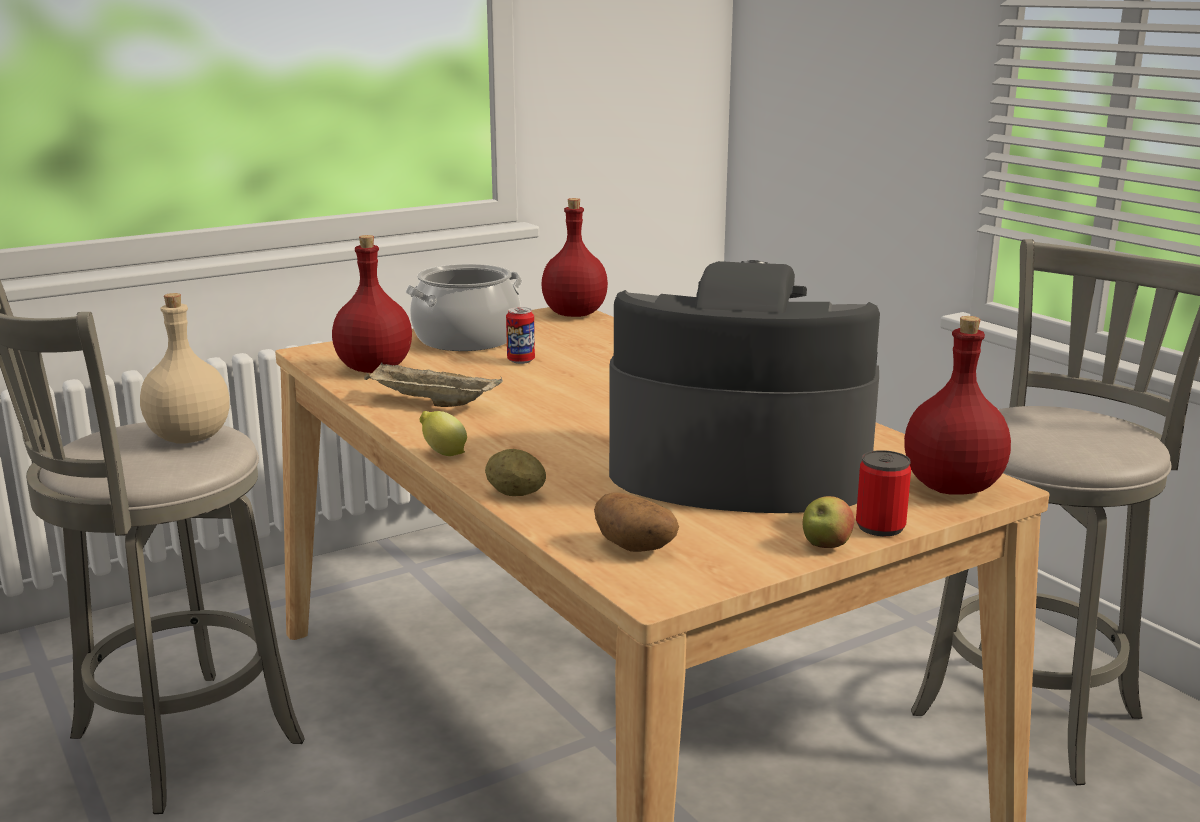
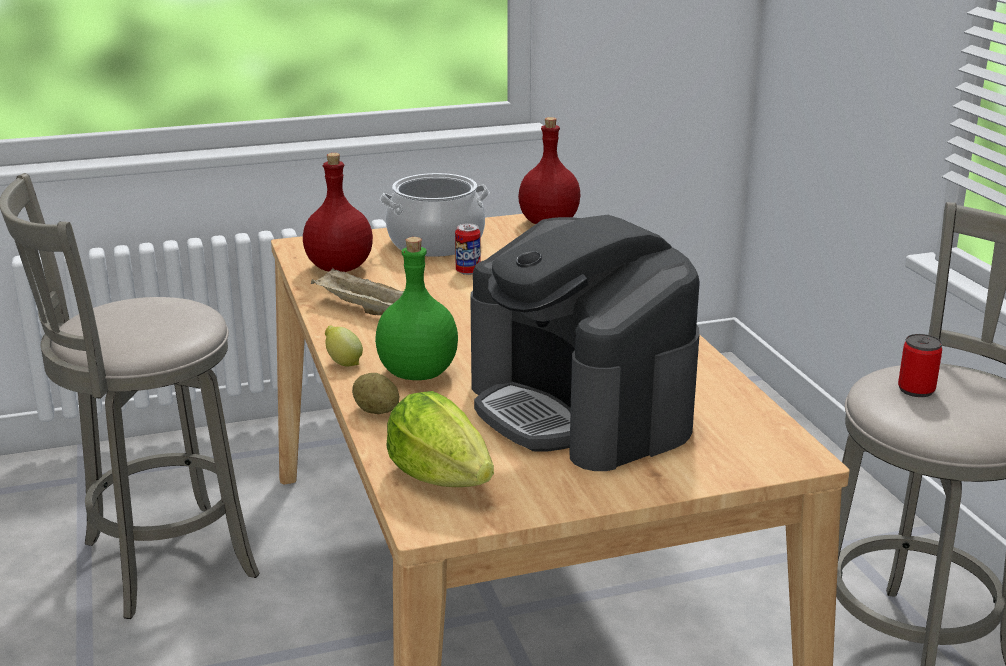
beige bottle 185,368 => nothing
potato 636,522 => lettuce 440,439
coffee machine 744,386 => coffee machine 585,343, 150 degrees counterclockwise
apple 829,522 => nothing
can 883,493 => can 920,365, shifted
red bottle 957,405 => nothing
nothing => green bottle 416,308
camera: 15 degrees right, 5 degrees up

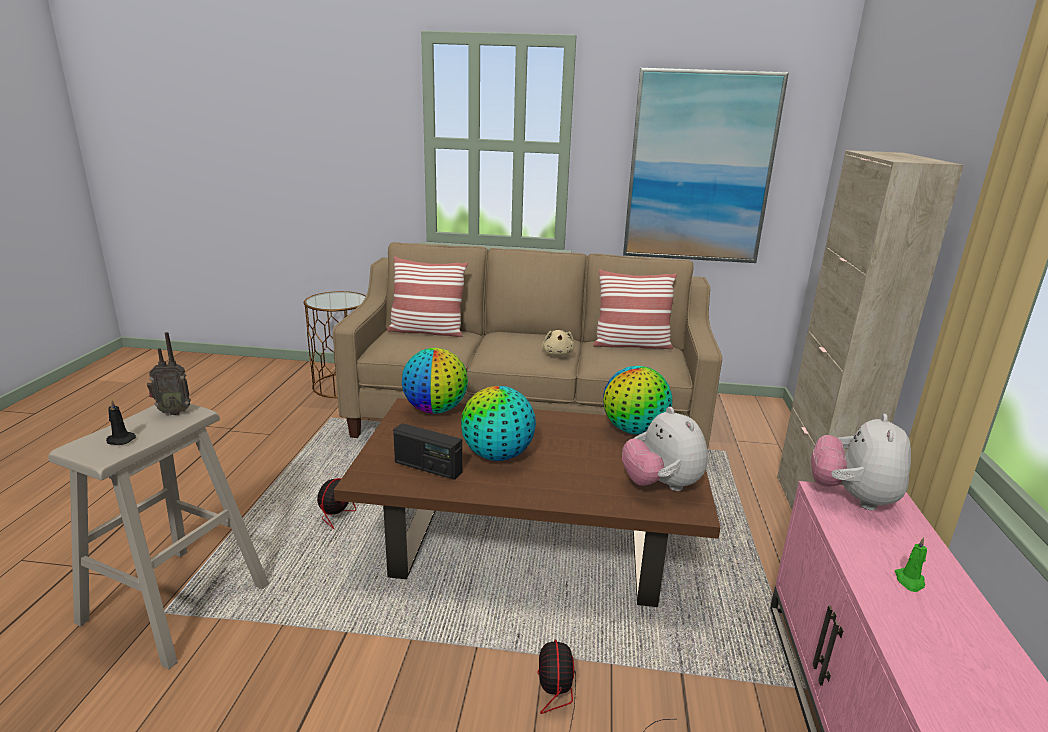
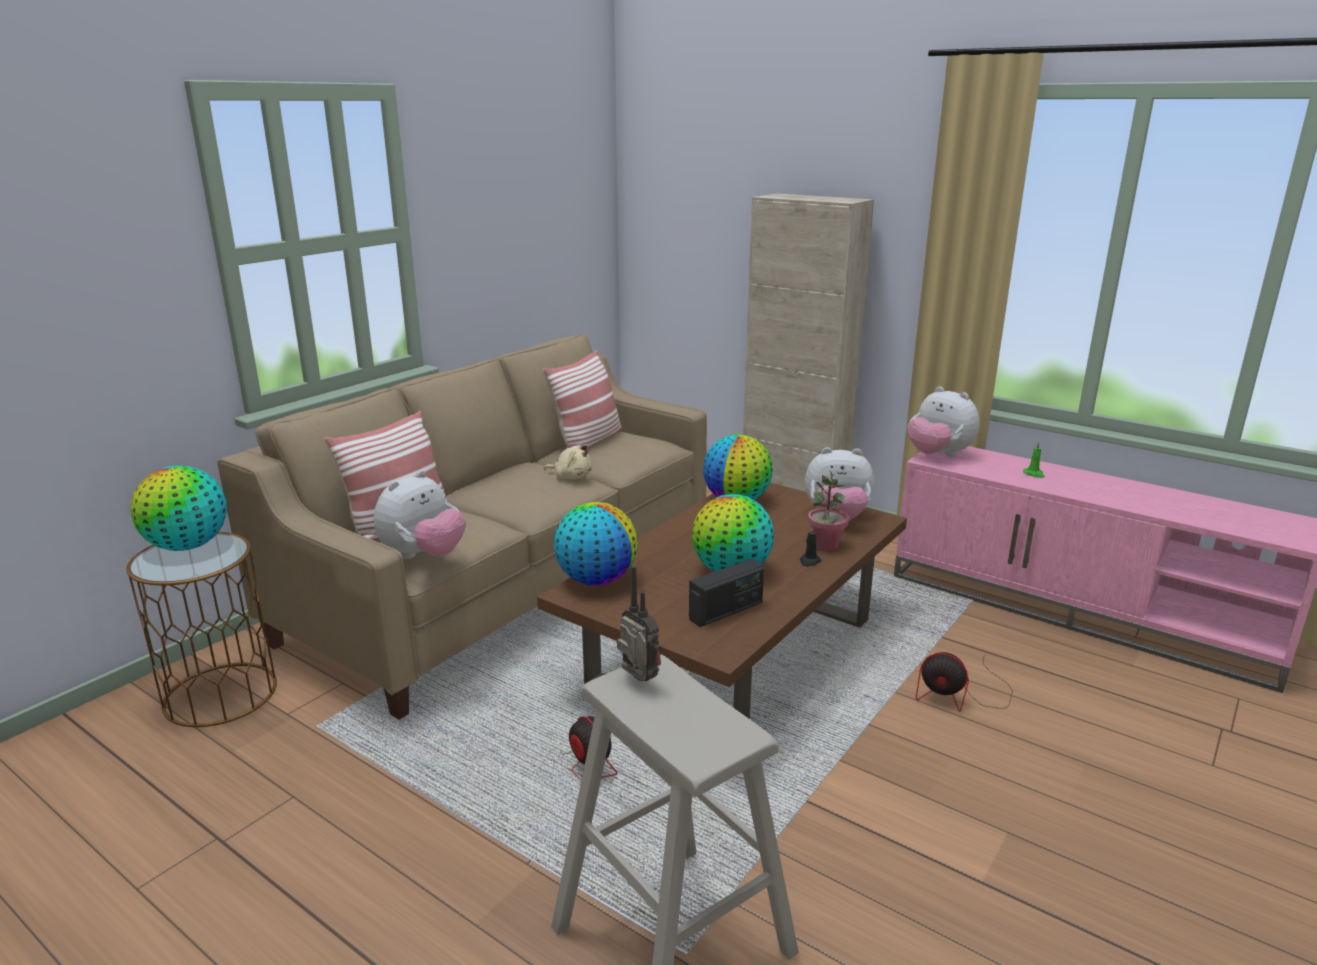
black candle 121,422 => black candle 811,546, shifted
radio 169,373 => radio 639,623, 60 degrees counterclockwise
picture 706,165 => nothing
nothing => globe 179,508
nothing => plush toy 420,514
nothing => potted plant 828,510
camera: 60 degrees left, 0 degrees up

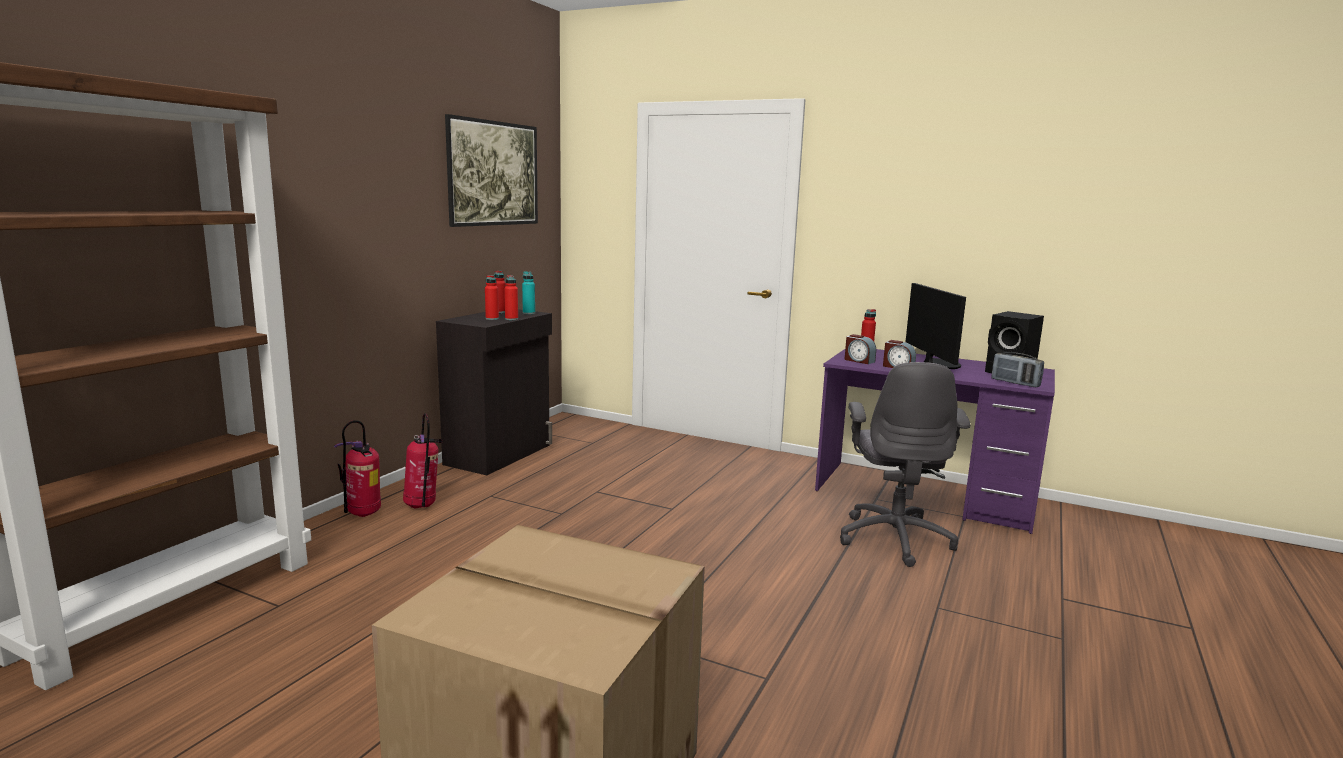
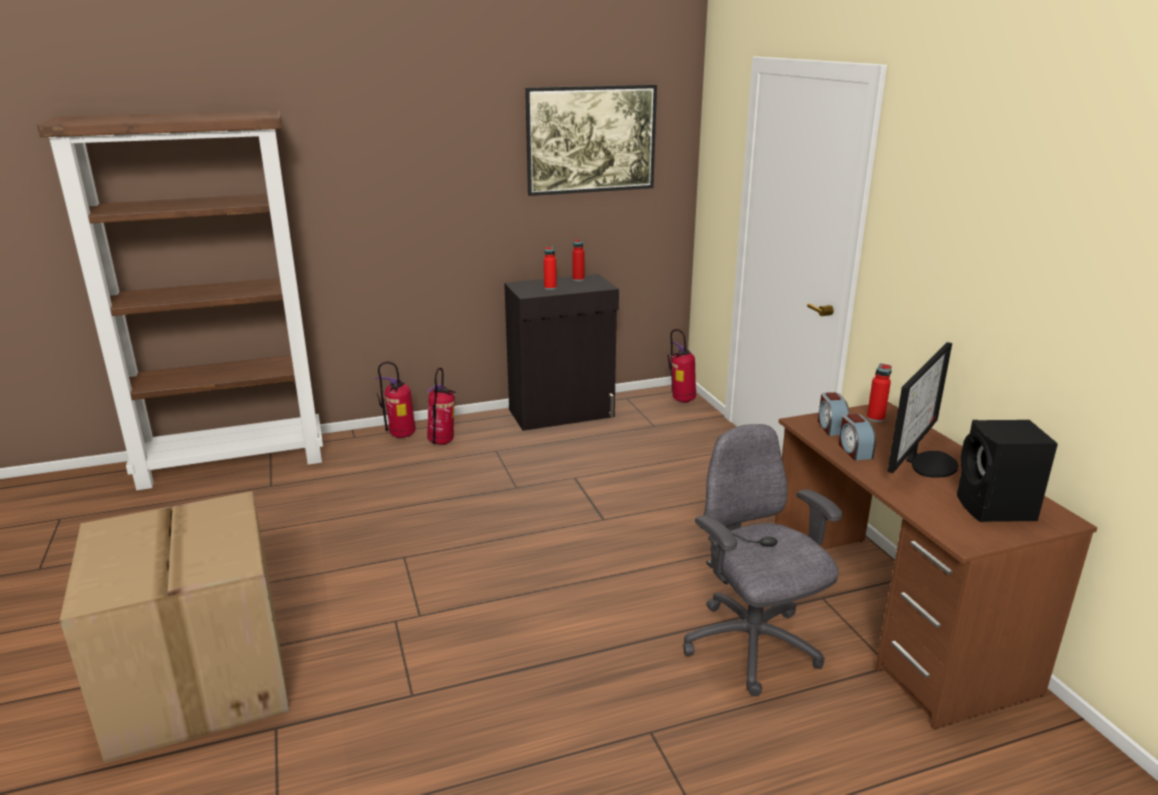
red bottle 511,297 => nothing
turquoise bottle 528,292 => nothing
purple desk 935,441 => brown desk 936,565
grey office chair 905,464 => grey office chair 762,560, 105 degrees clockwise
radio 1018,369 => nothing
nothing => fire extinguisher 681,366
camera: 45 degrees right, 10 degrees up

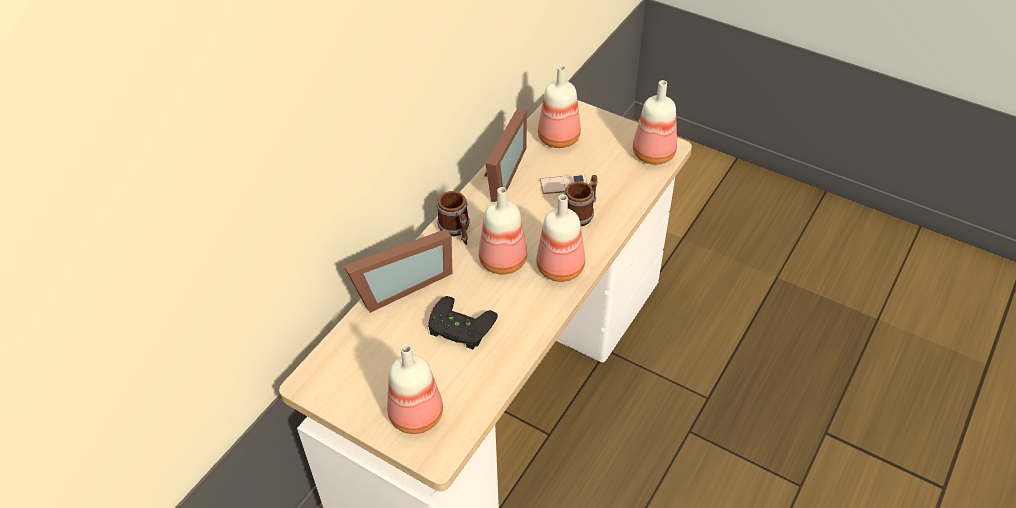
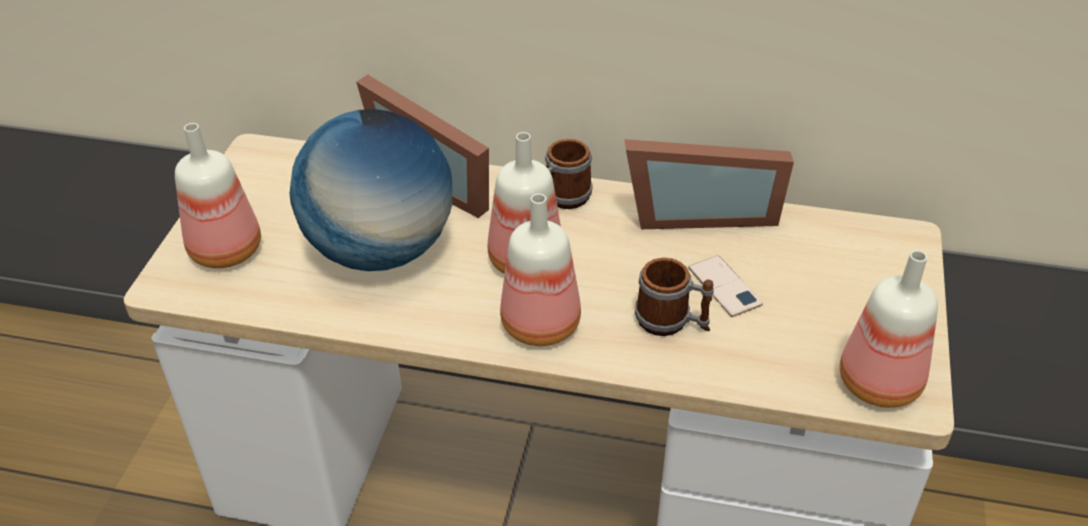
black game controller 463,322 => globe 371,190
bottle 559,106 => nothing
camera: 70 degrees right, 5 degrees down

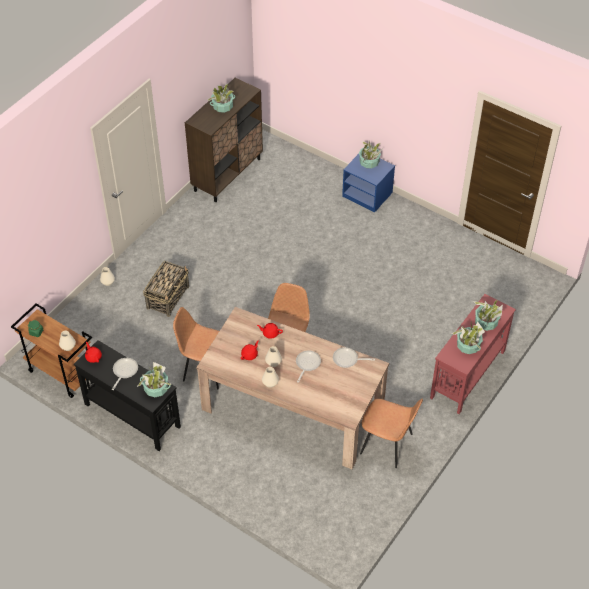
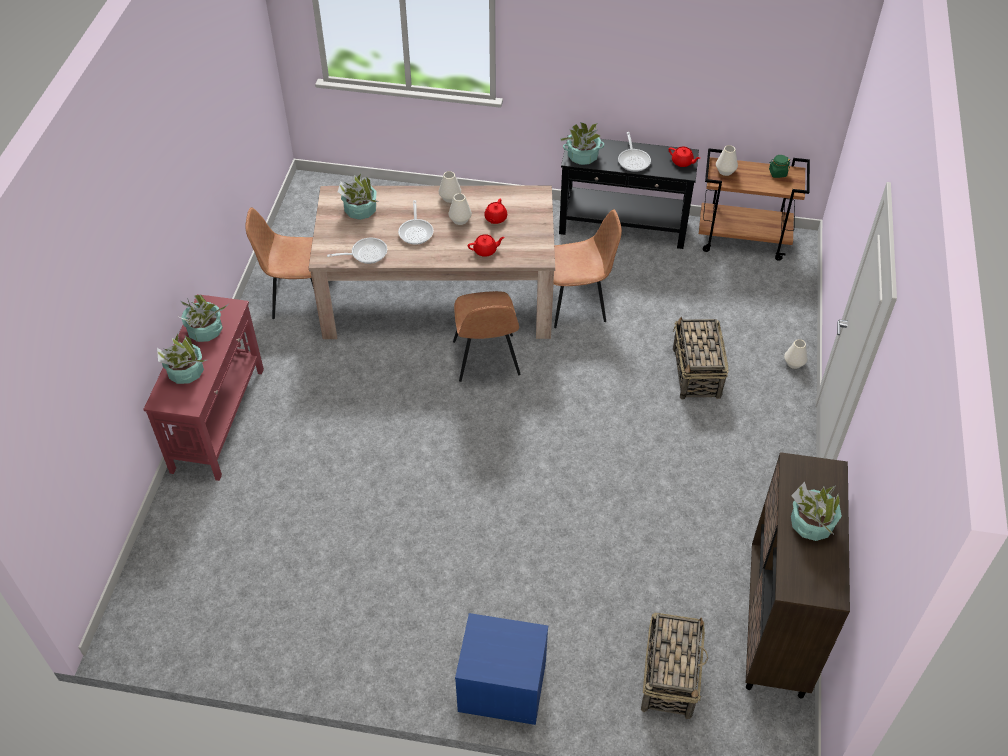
potted plant 370,154 => potted plant 358,197, shifted
nothing => basket 674,666
camera: 155 degrees right, 0 degrees up

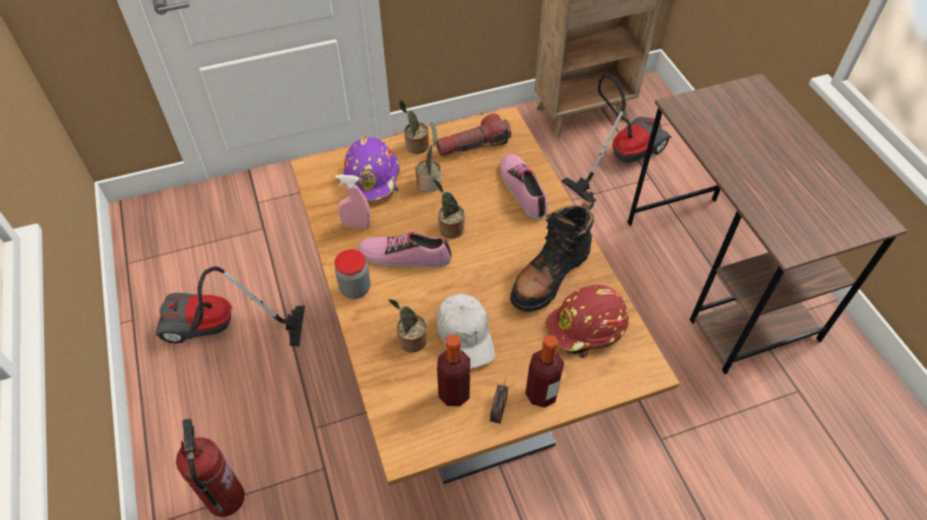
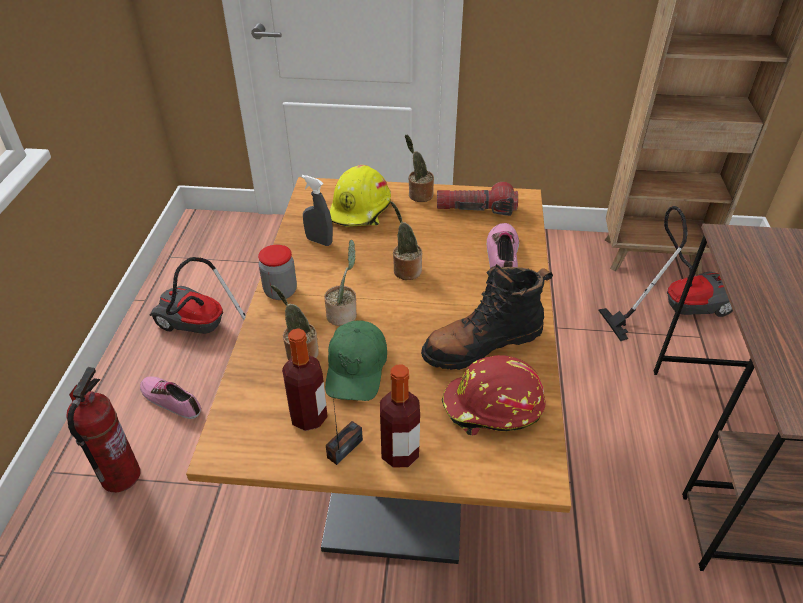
pink spray bottle 353,201 => grey spray bottle 317,210
purple hard hat 372,170 => yellow hard hat 360,196
shoe 405,249 => shoe 170,397, shifted
potted plant 428,156 => potted plant 340,283, shifted
white cap 466,331 => green cap 356,360
camera: 25 degrees right, 10 degrees down

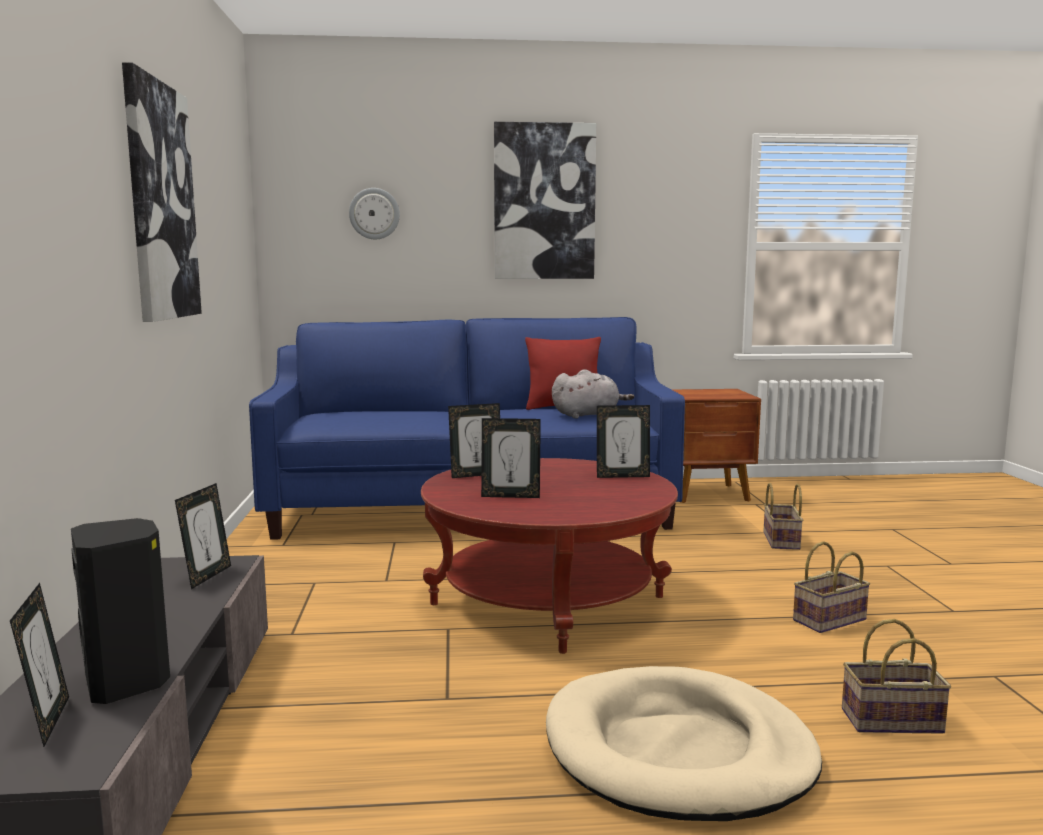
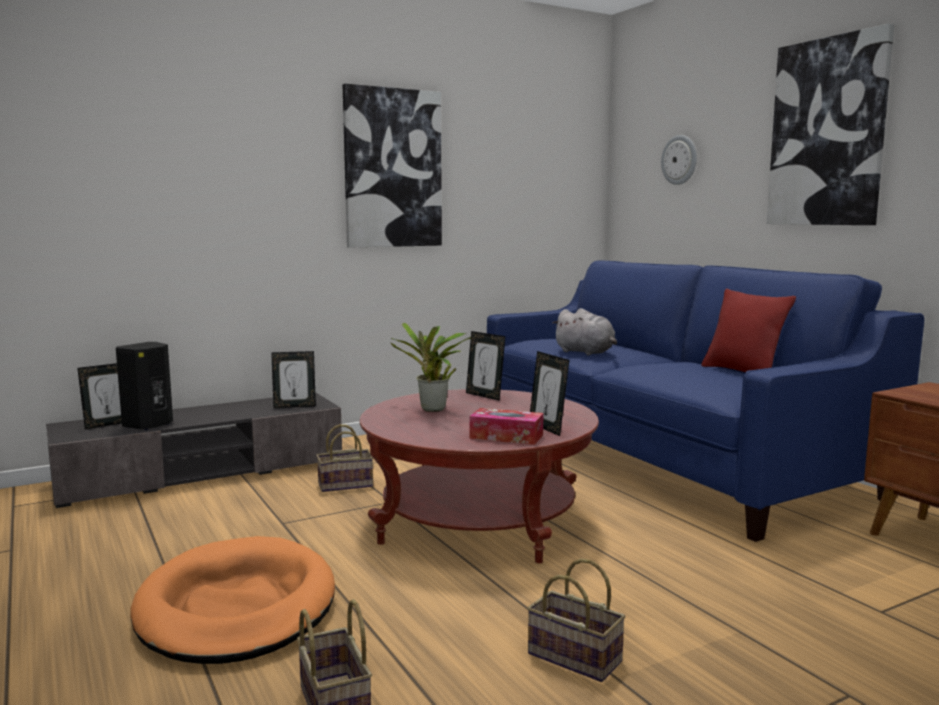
picture frame 511,458 => potted plant 431,367
beige dog bed 684,743 => orange dog bed 232,600
grey plush toy 593,394 => grey plush toy 584,331, shifted
basket 783,516 => basket 344,458, shifted
nothing => tissue box 506,426
camera: 65 degrees right, 0 degrees up

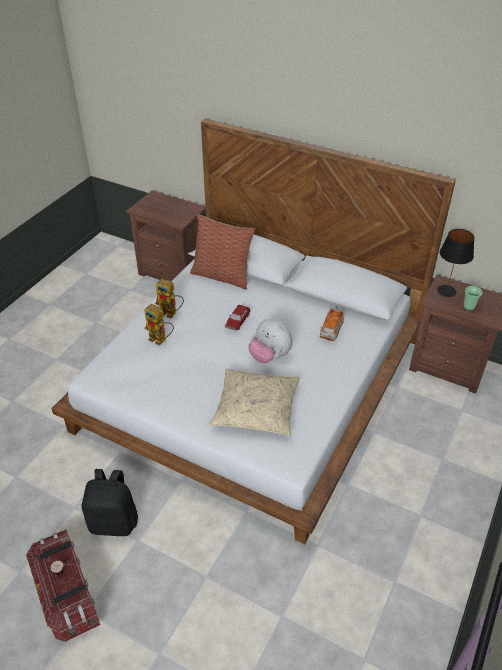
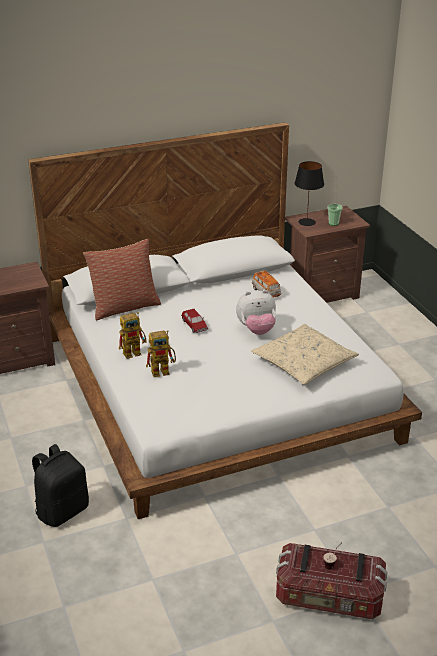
black backpack 109,502 => black backpack 60,485, shifted
camera: 50 degrees left, 10 degrees down

